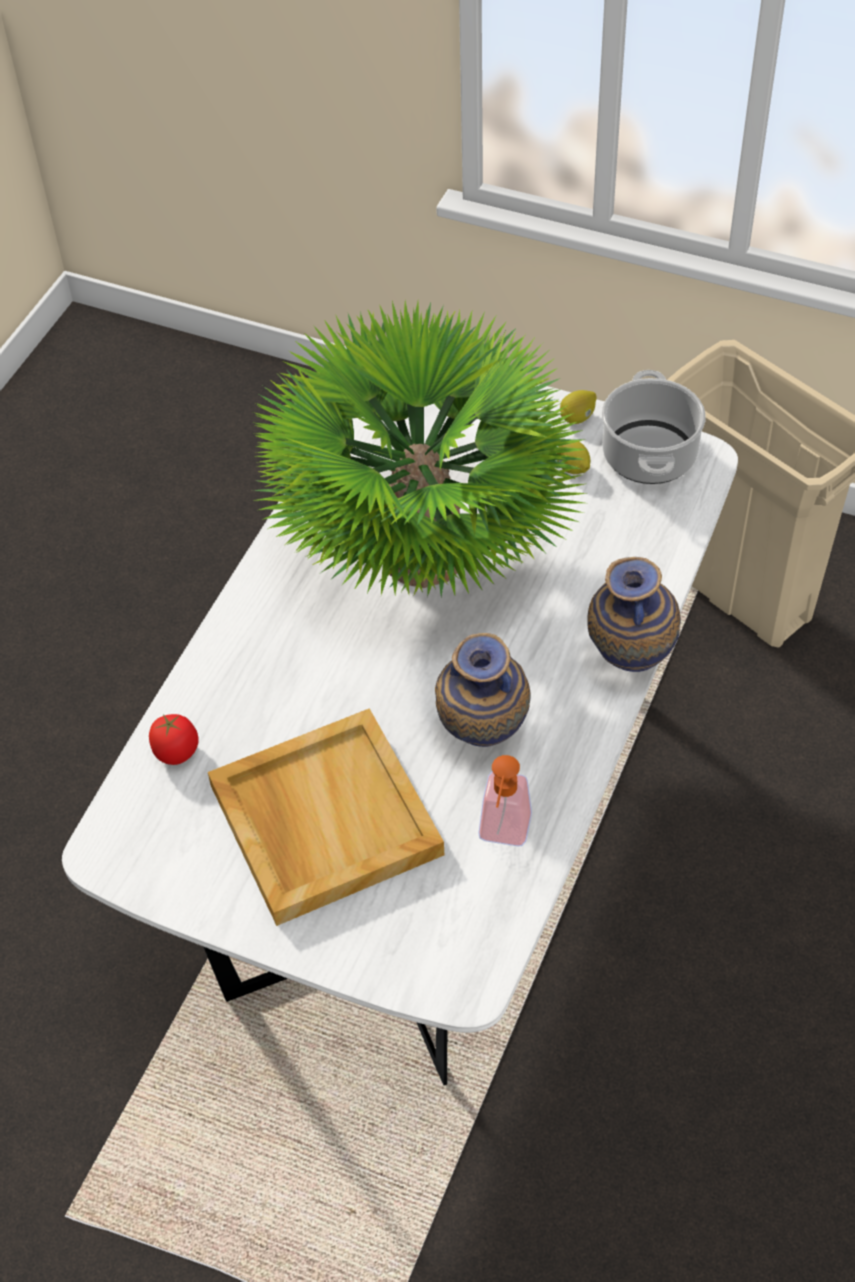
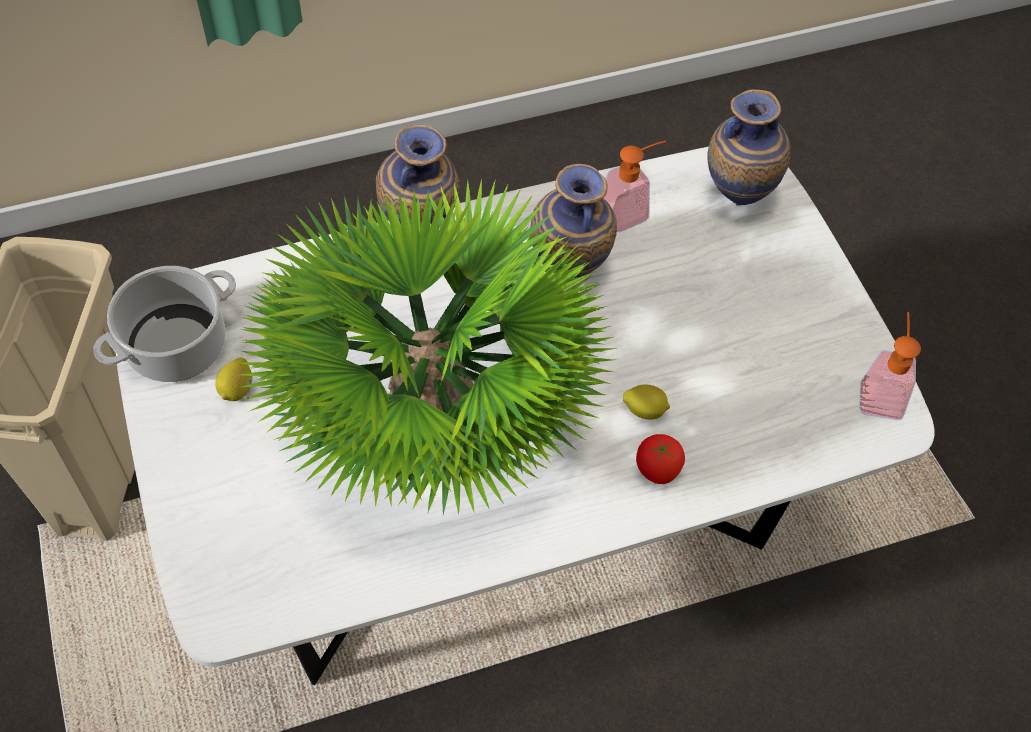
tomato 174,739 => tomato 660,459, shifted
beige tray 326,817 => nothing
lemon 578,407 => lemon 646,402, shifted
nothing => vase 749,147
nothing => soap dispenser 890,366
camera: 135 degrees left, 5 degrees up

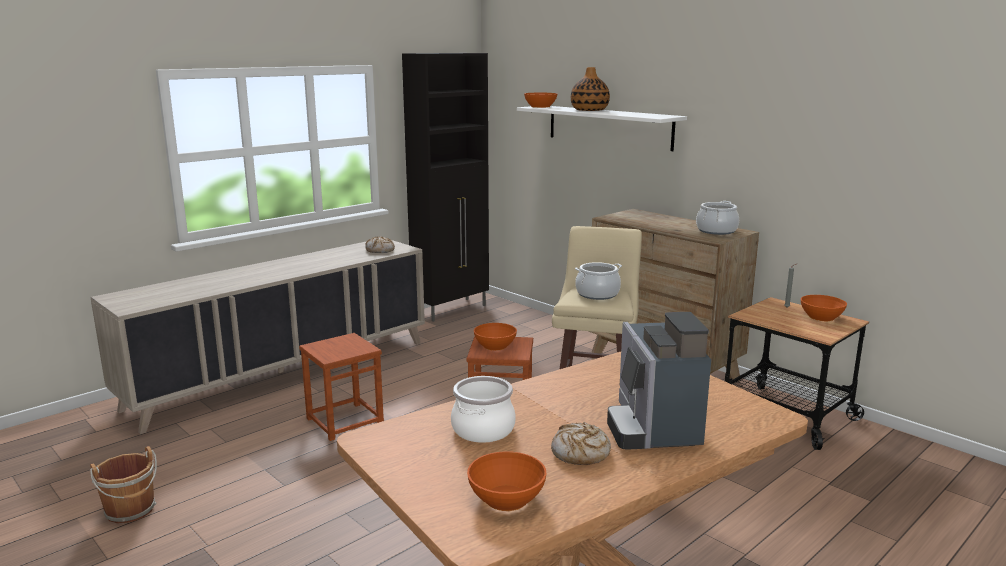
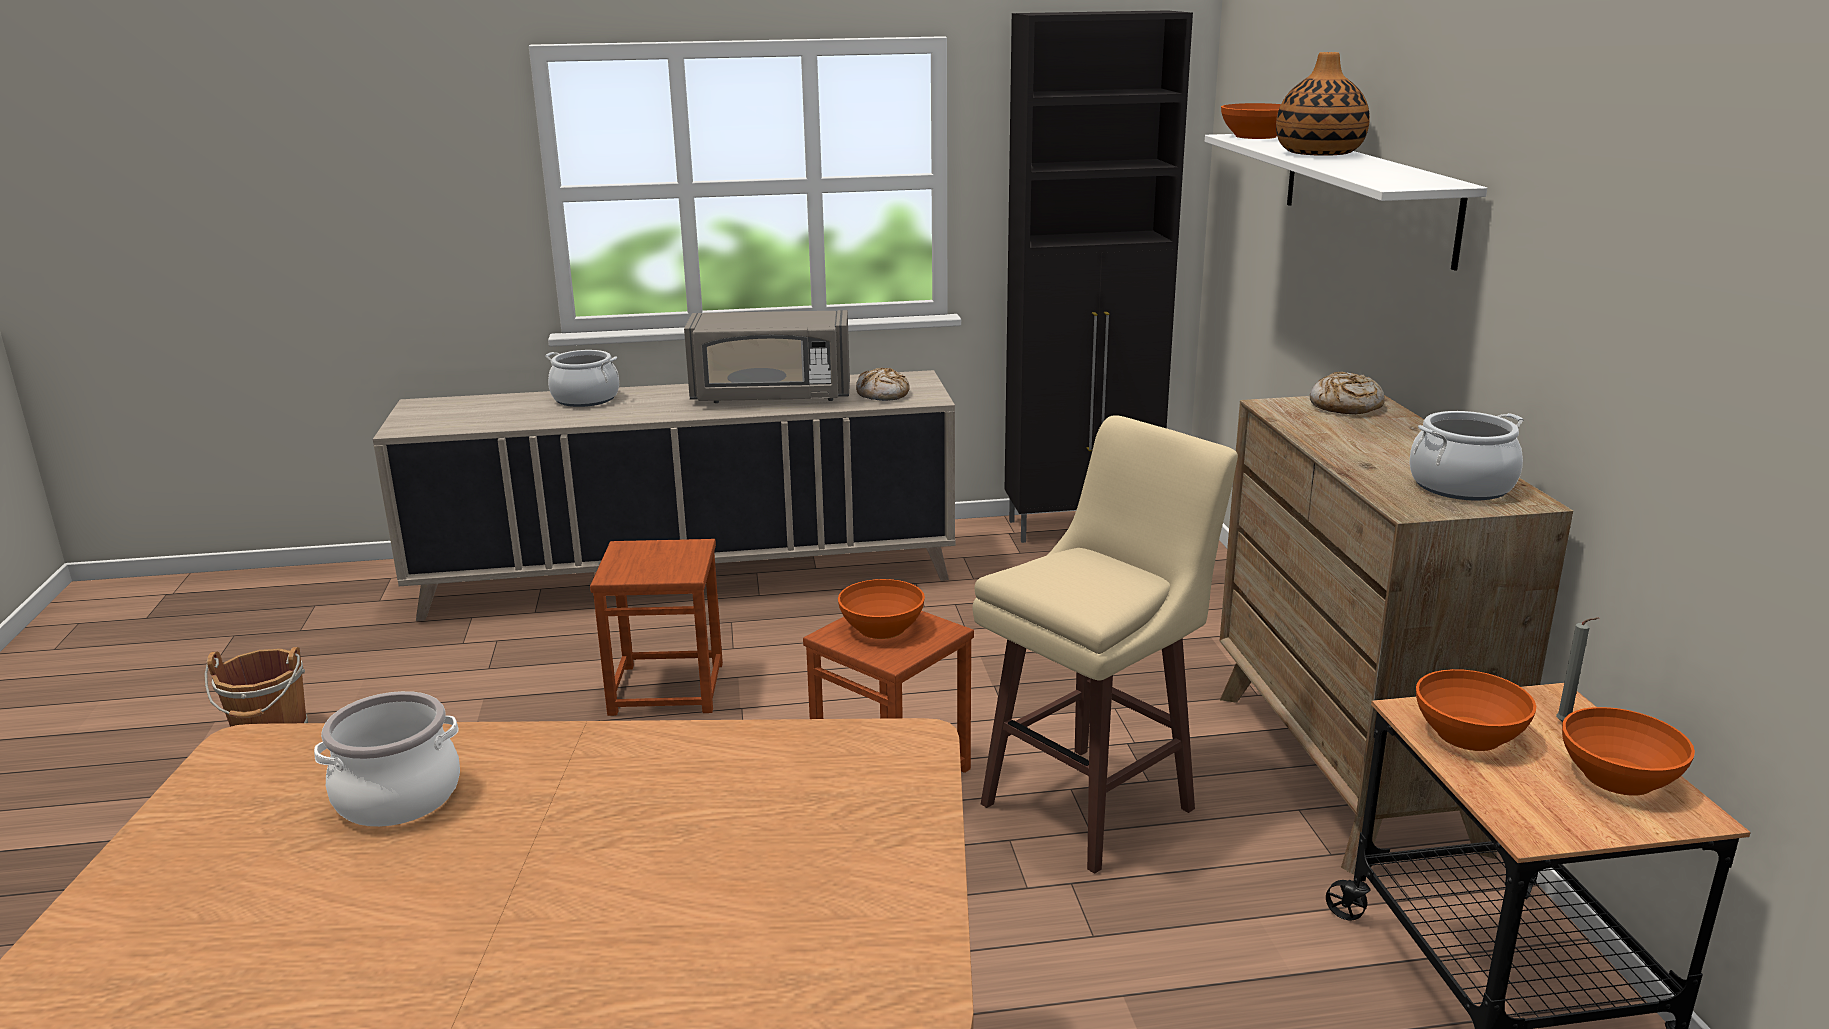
orange bowl 506,481 => orange bowl 1476,710, shifted
bread 581,443 => bread 1347,393, shifted
cooking pot 598,281 => cooking pot 582,378, shifted
coffee machine 659,381 => nothing
nothing => grey microwave 767,356
camera: 35 degrees right, 5 degrees up

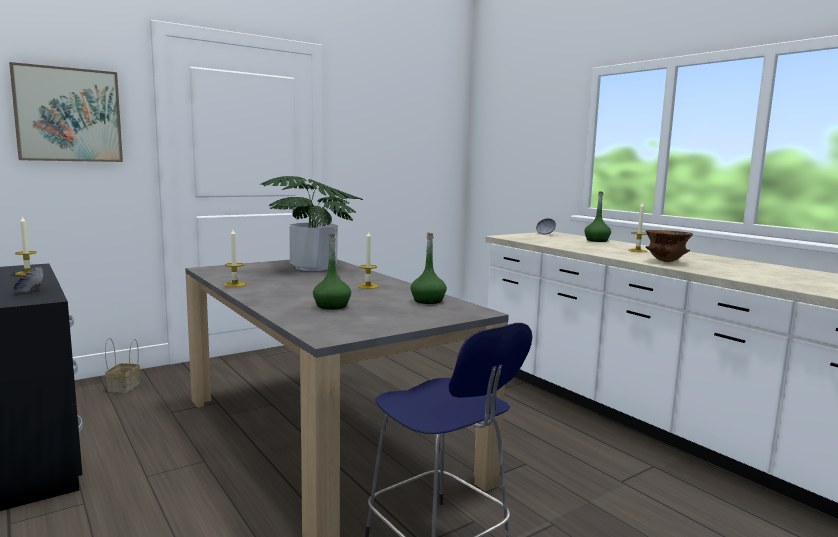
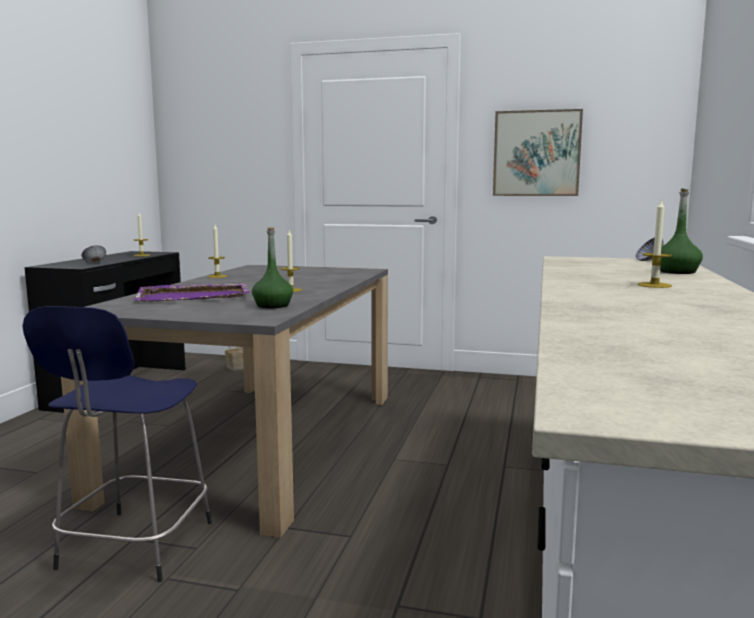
picture 66,112 => picture 538,152, shifted
potted plant 311,223 => nothing
green bottle 332,272 => purple tray 191,292
brown bowl 669,246 => nothing
camera: 50 degrees right, 0 degrees up

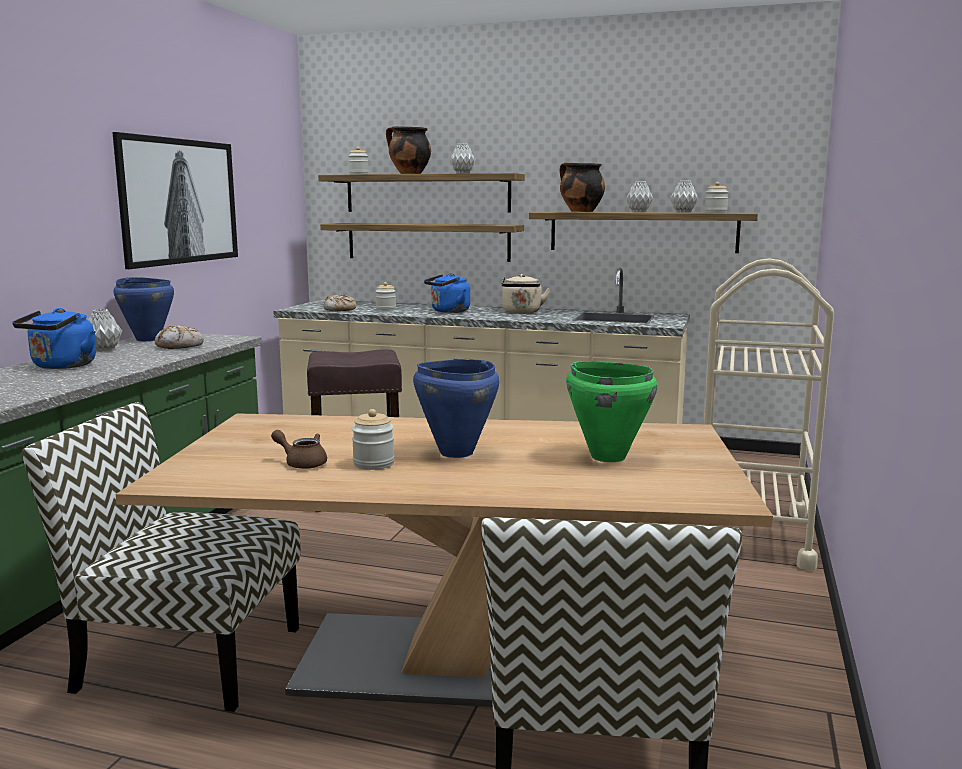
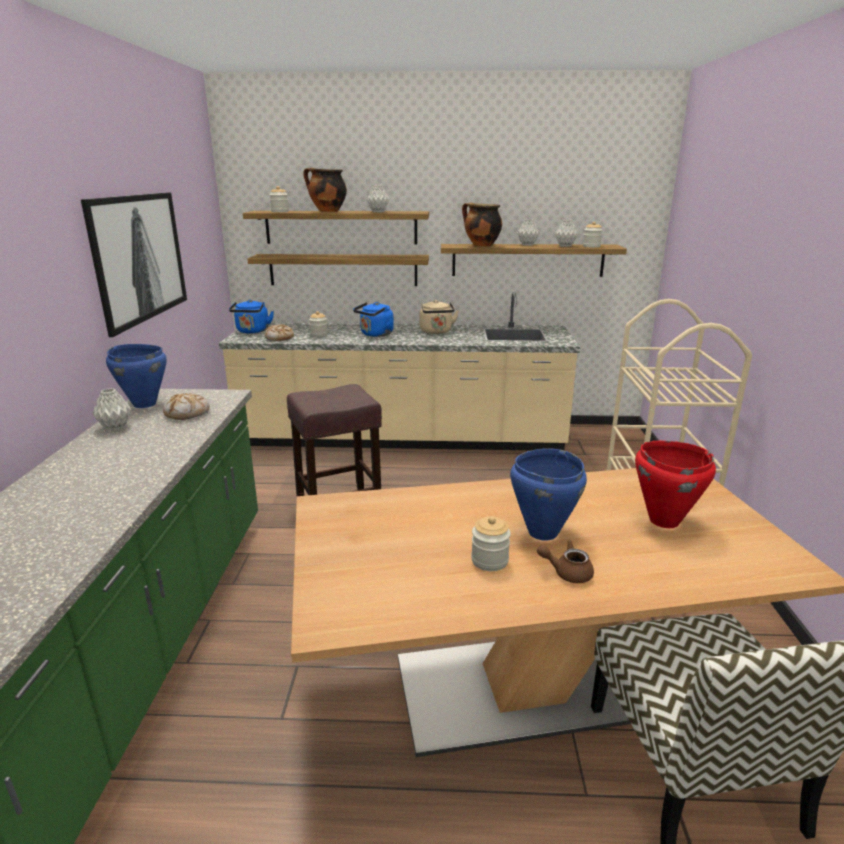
blue kettle 54,338 => blue kettle 251,316, shifted
chair 161,557 => nothing
brown teapot 299,449 => brown teapot 565,562, shifted
green cooking pot 611,411 => red cooking pot 675,484
camera: 15 degrees left, 10 degrees up

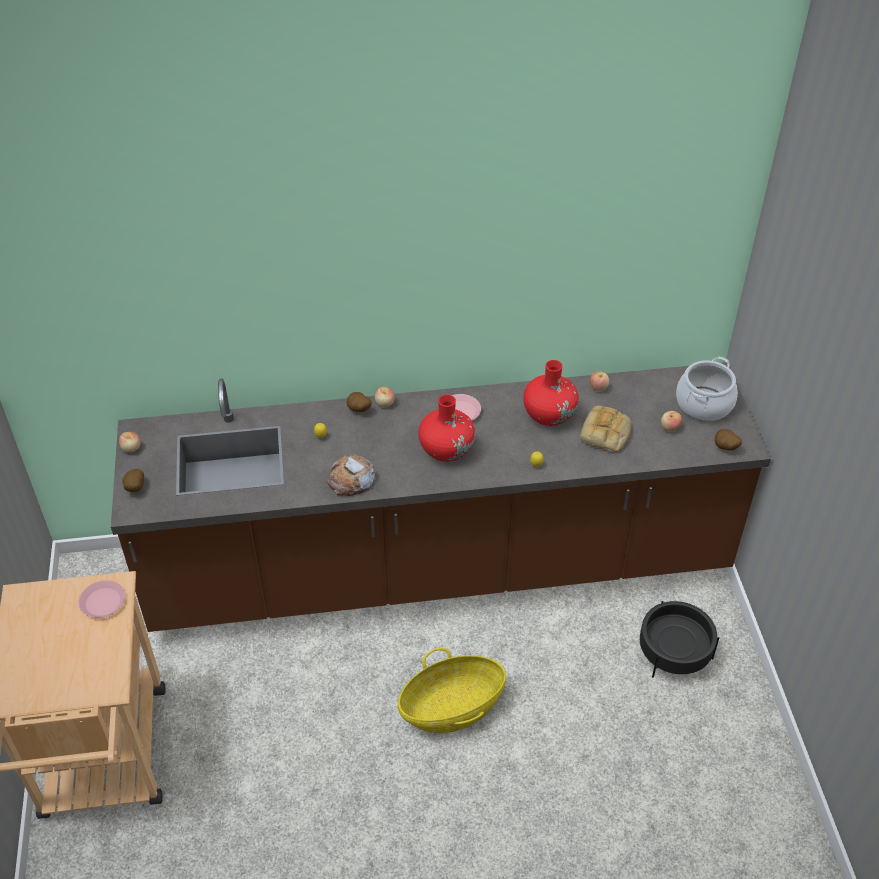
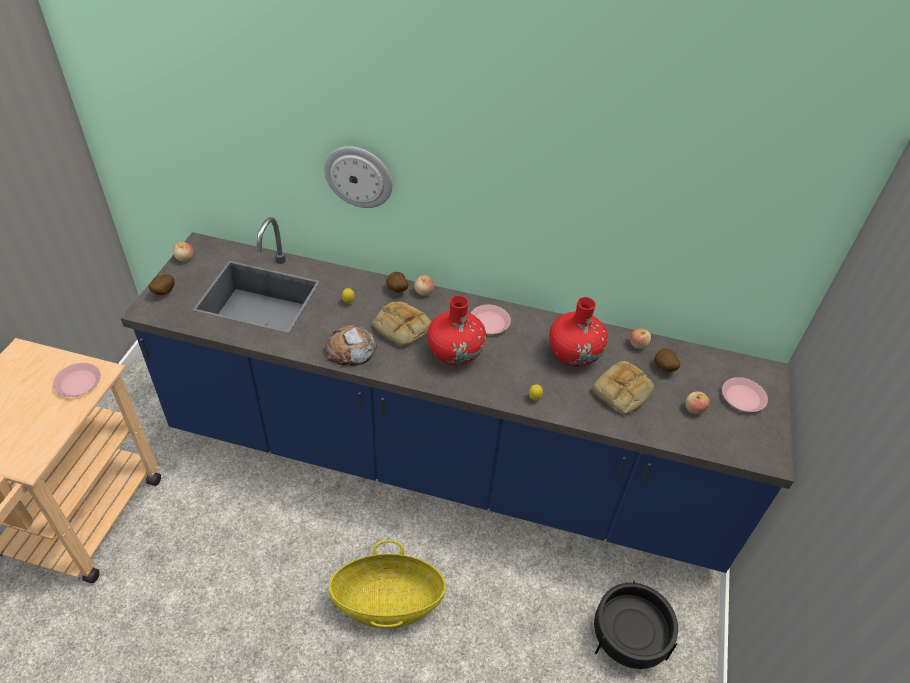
brown counter 441,497 => blue counter 457,395
cooking pot 707,389 => pink plate 745,394
potato 728,440 => potato 667,360, shifted
nothing => wall clock 358,177
nothing => bread 401,324
camera: 20 degrees right, 0 degrees up

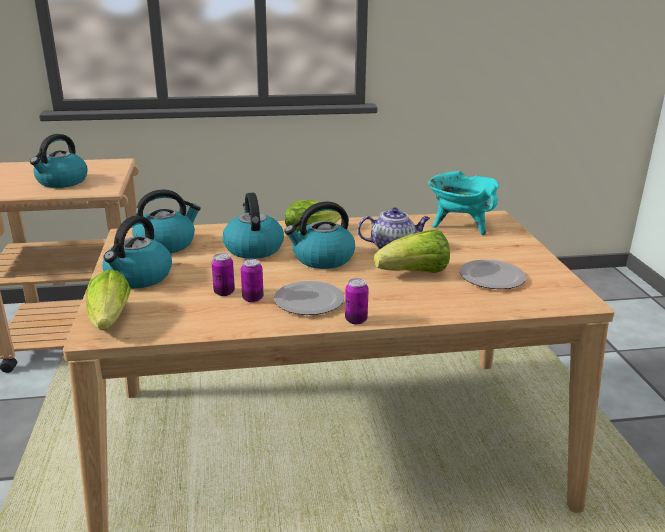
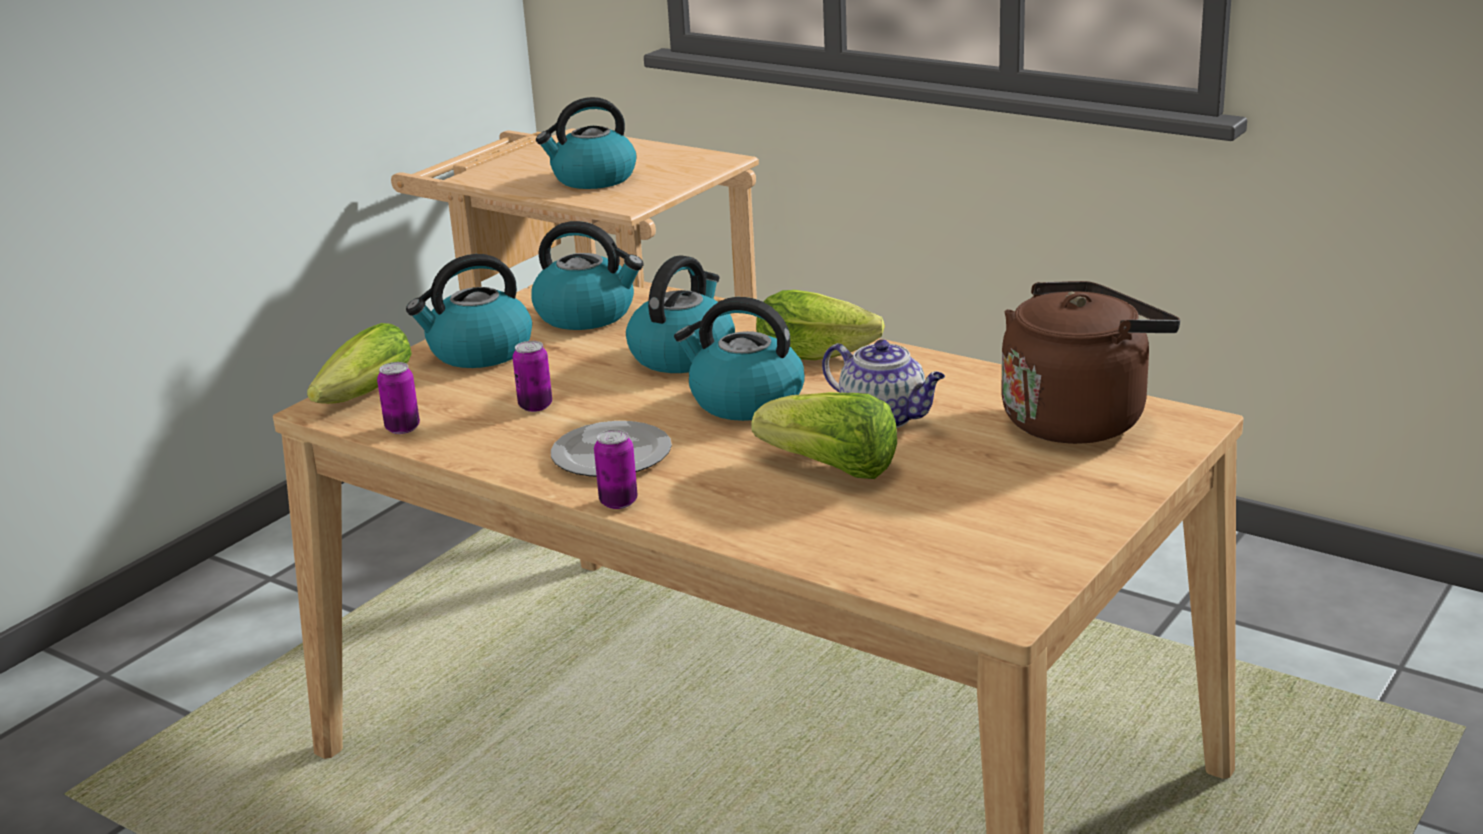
can 252,281 => can 398,398, shifted
turquoise cooking pot 463,203 => brown kettle 1090,362
plate 492,274 => nothing
camera: 45 degrees right, 0 degrees up

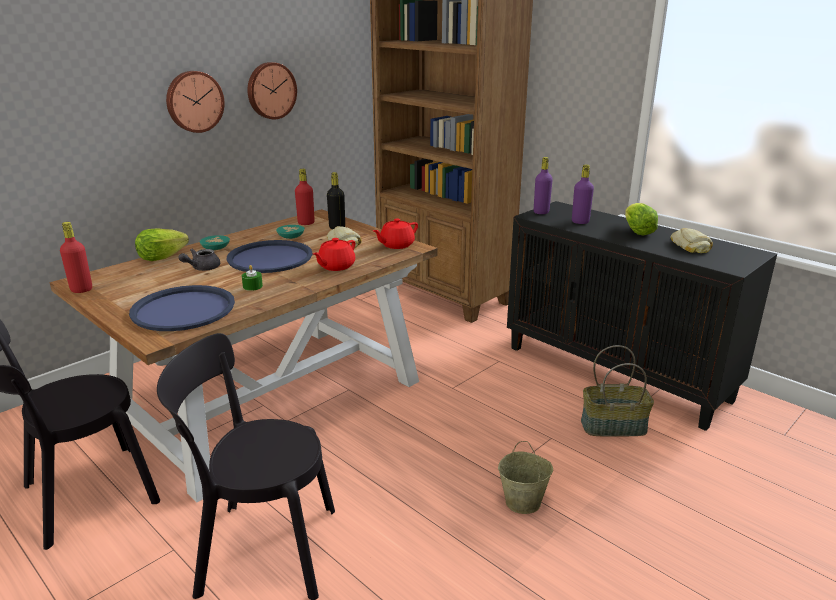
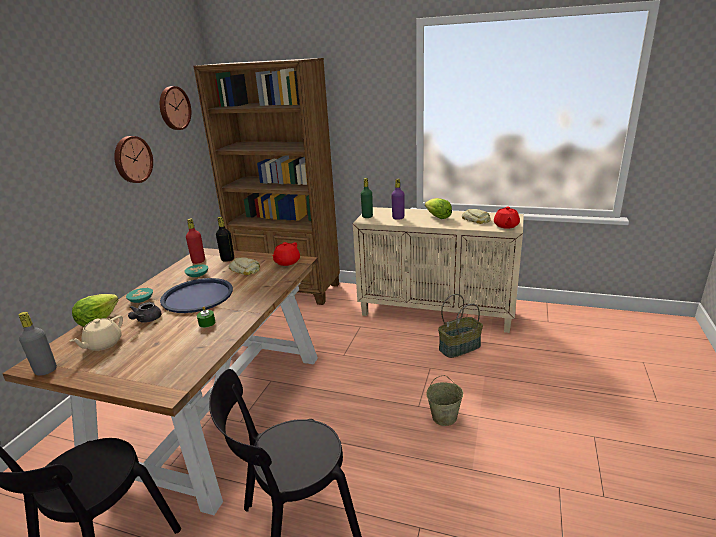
red bottle 76,257 => grey bottle 38,344
blue tray 182,308 => nothing
wall clock 195,102 => wall clock 175,108, shifted
red teapot 334,254 => red teapot 507,218, shifted
black cabinet 642,316 => beige cabinet 438,270
purple bottle 543,185 => green bottle 367,198
nothing => beige teapot 96,333
camera: 25 degrees left, 0 degrees up

